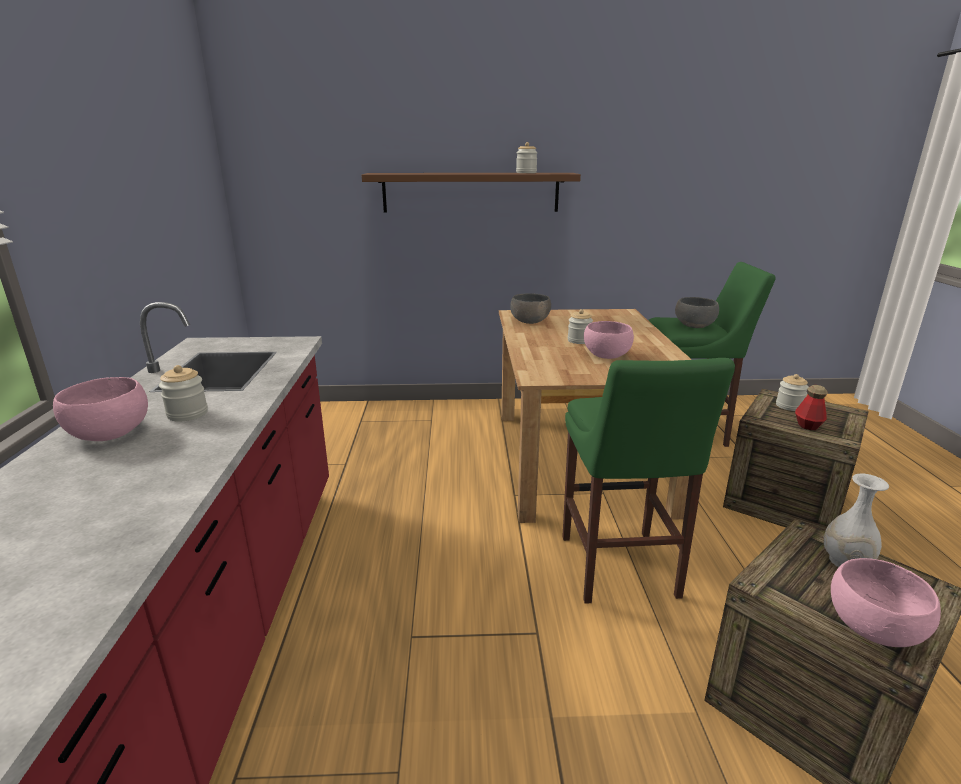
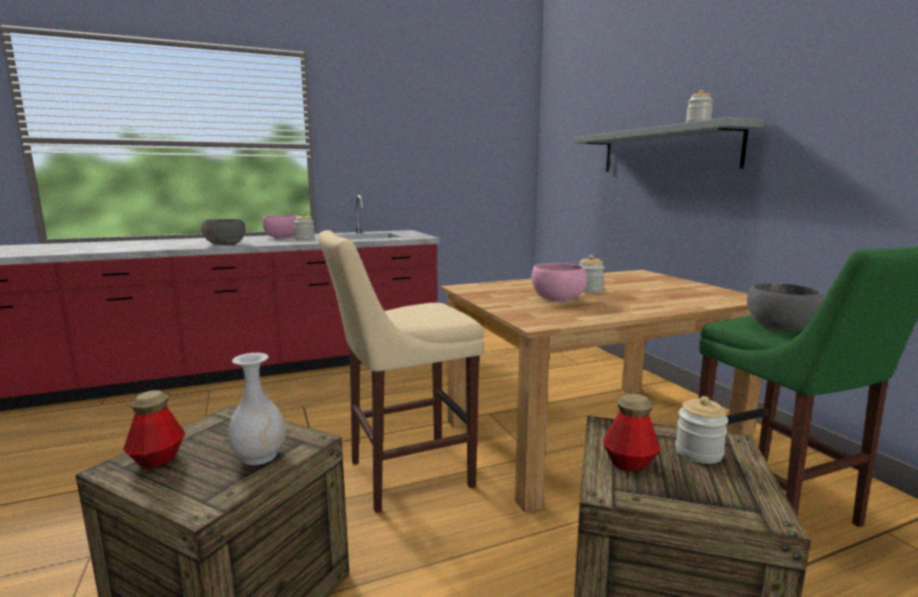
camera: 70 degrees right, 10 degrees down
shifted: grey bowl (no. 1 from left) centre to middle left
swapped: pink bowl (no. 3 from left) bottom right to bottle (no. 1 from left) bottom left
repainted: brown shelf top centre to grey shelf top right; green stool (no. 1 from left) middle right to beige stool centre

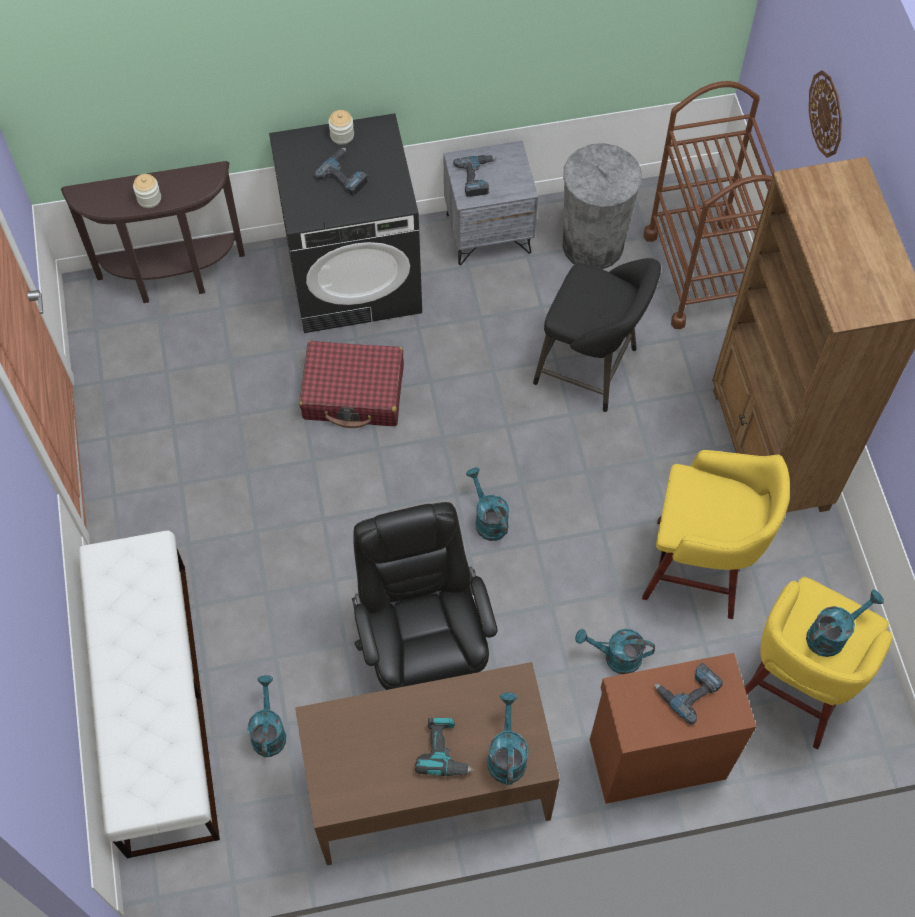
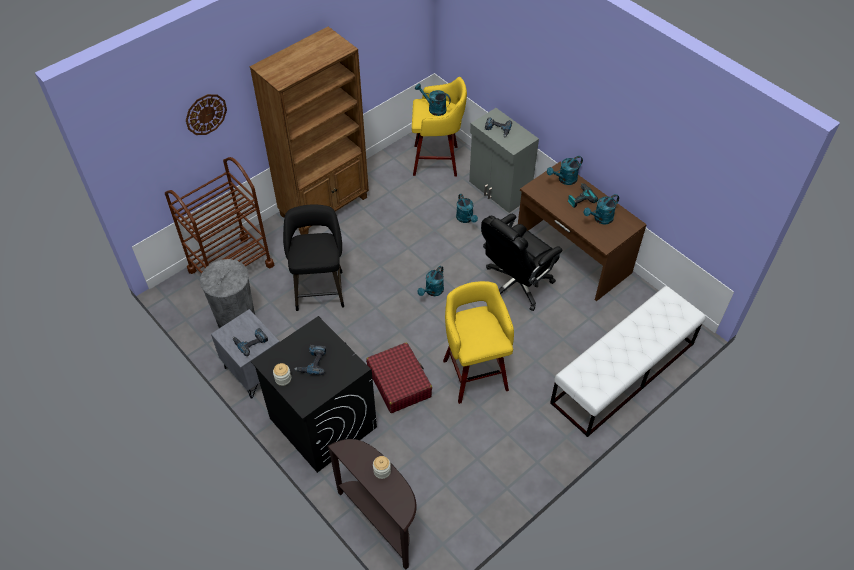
camera: 120 degrees left, 10 degrees down
shifted: turquoise watering can (no. 1 from left in the first image) bottom left to turquoise watering can (no. 5 from left) middle right; yellow stool (no. 1 from left in the first image) middle right to yellow stool (no. 2 from left) centre
repainted: brown cabinet bottom right to grey cabinet top centre

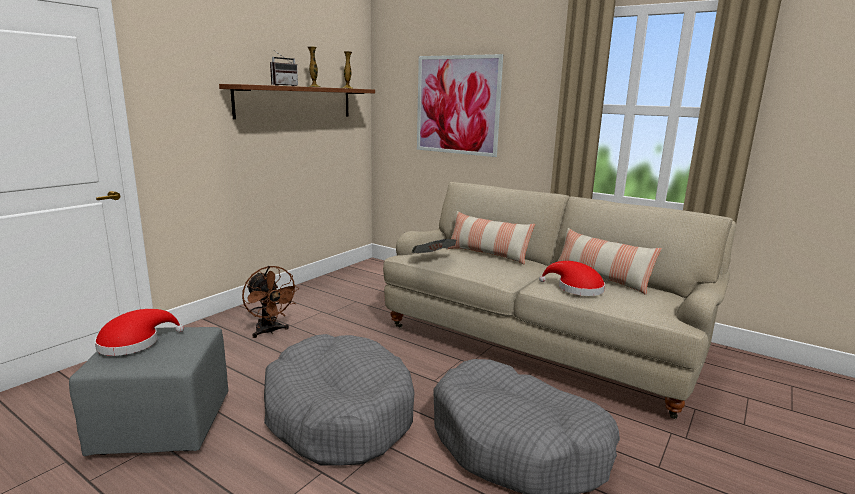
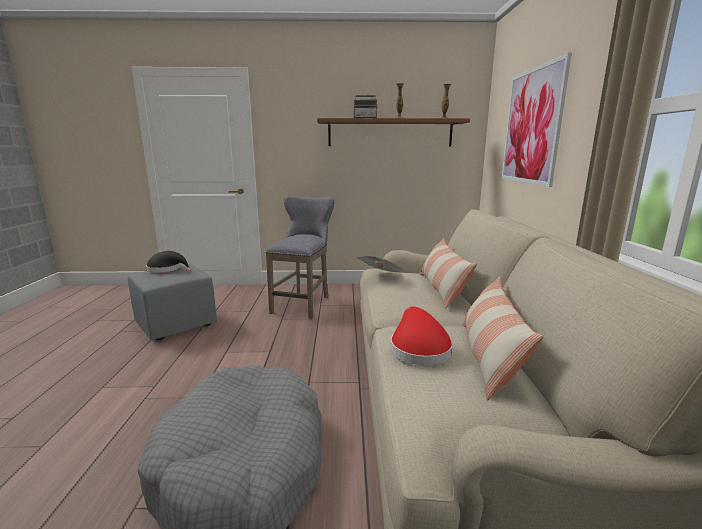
camera: 55 degrees right, 0 degrees up
gone: grey dog bed (no. 1 from left) bottom centre
swapped: brown fan middle left to grey stool centre
repainted: red hat (no. 1 from left) bottom left to black hat middle left

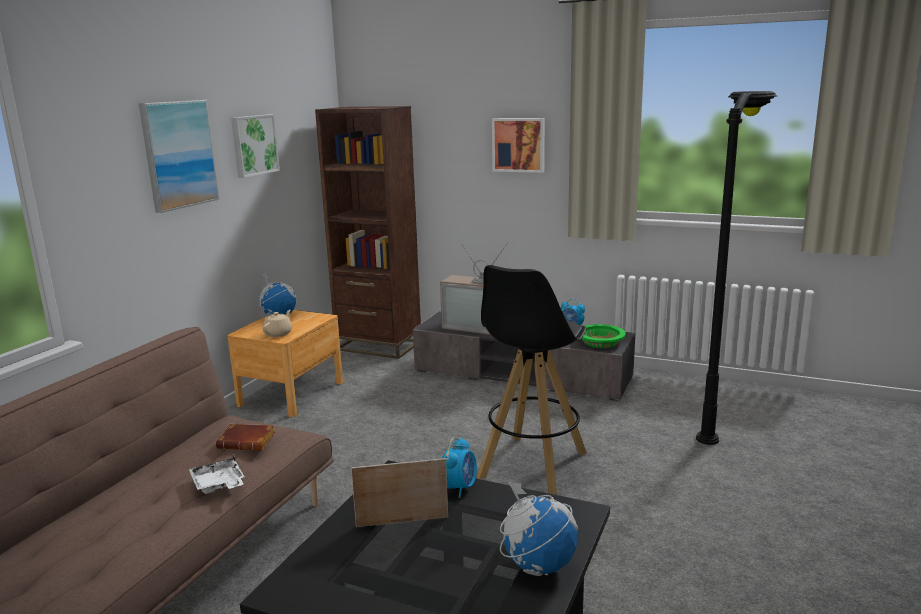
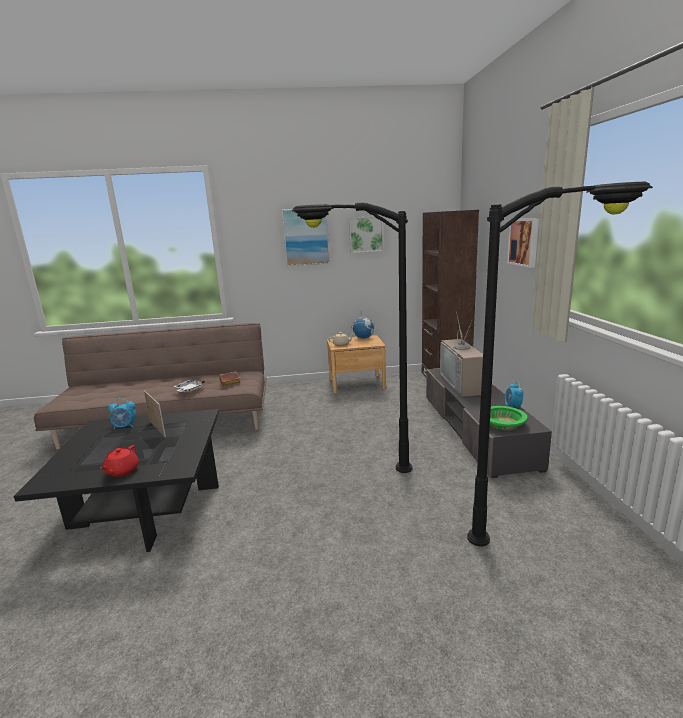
camera: 60 degrees right, 0 degrees up
shifted: alarm clock (no. 1 from left) bottom centre to middle left
swapped: black stool centre to black floor lamp (no. 1 from left) centre; globe (no. 2 from left) bottom centre to red teapot middle left

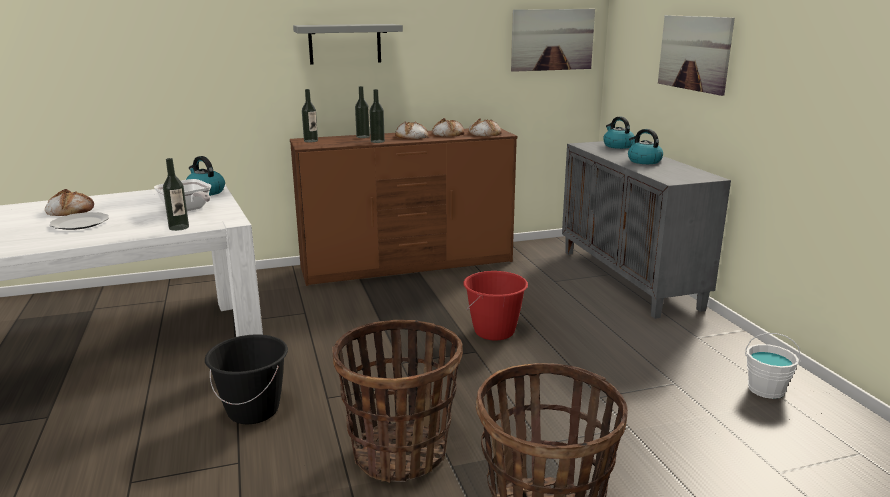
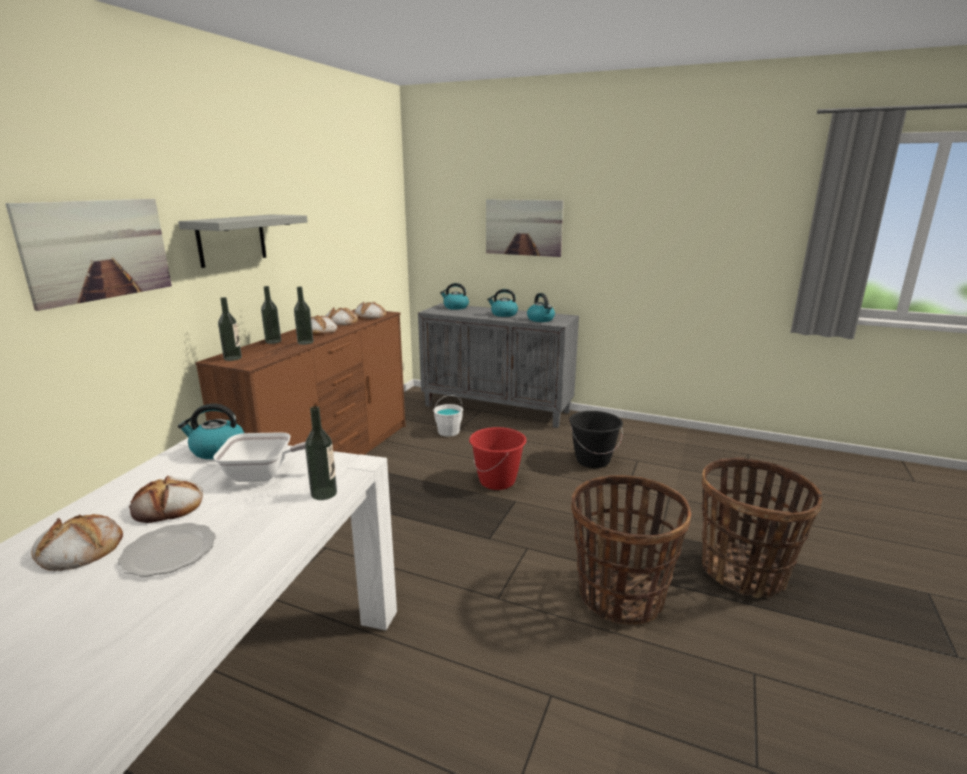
camera: 50 degrees left, 0 degrees up
new: bread (no. 2 from left) middle left; kettle (no. 4 from left) centre
shifted: black bucket bottom left to centre; picture (no. 1 from left) top centre to top left; white bucket bottom right to centre

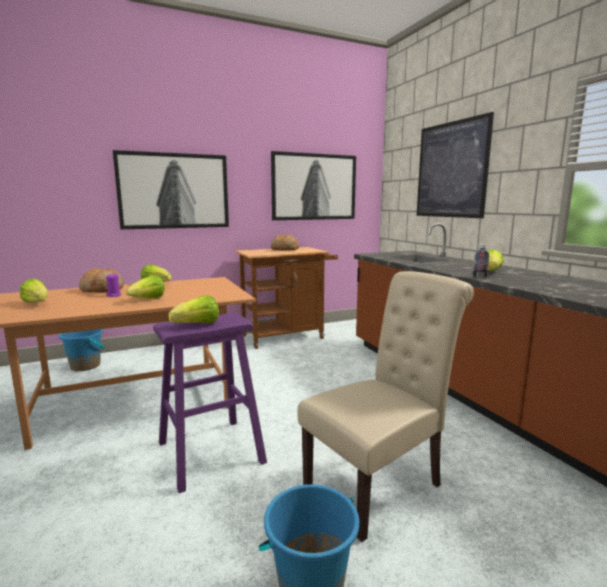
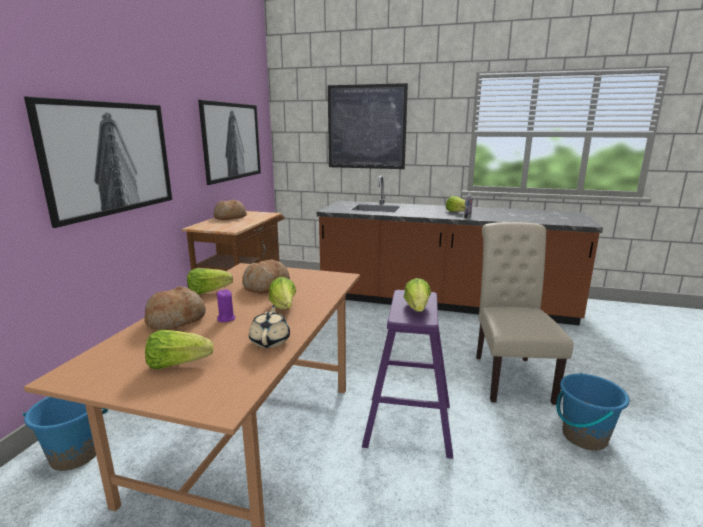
camera: 50 degrees left, 5 degrees up
new: bread (no. 3 from left) centre; beige teapot centre

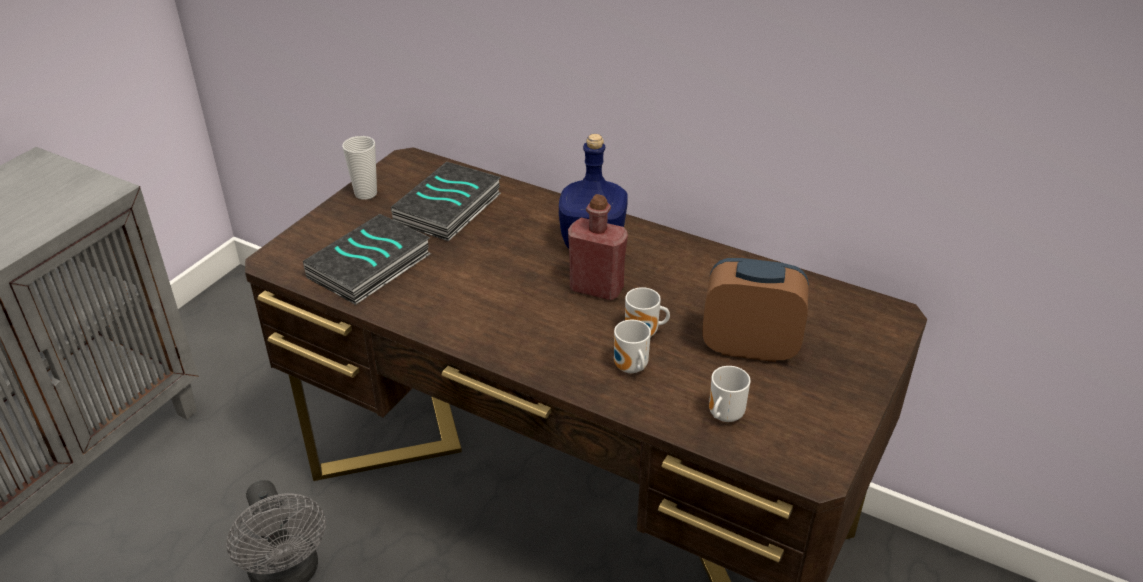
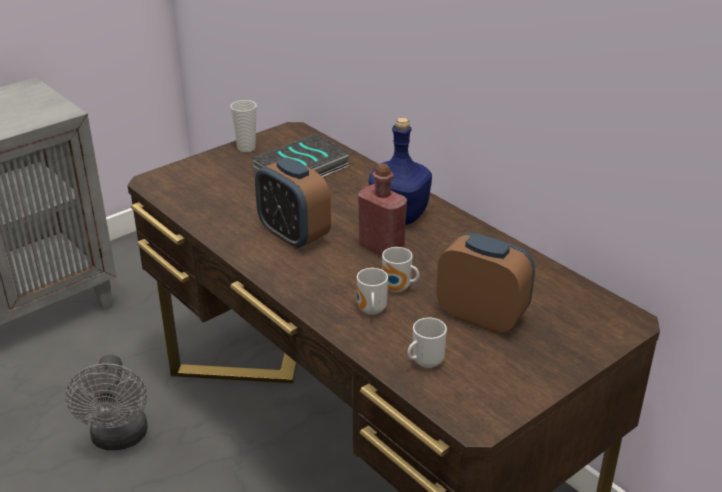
camera: 20 degrees right, 5 degrees down
gone: book (no. 1 from left) middle left
new: alarm clock (no. 1 from left) centre

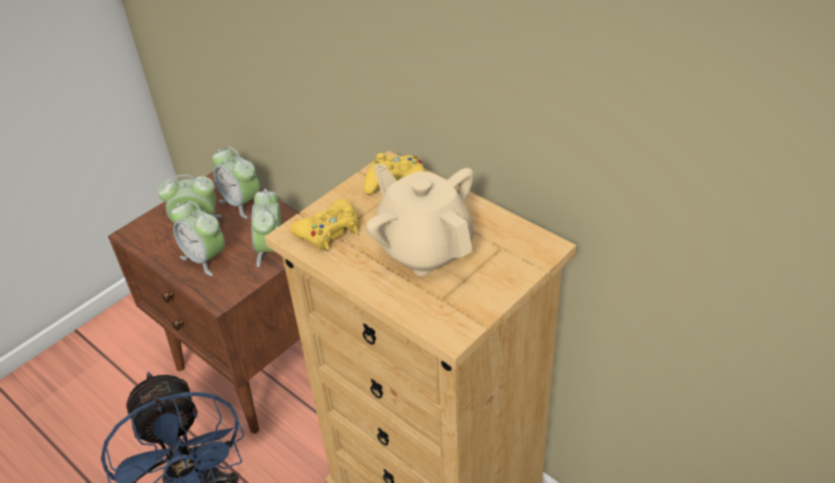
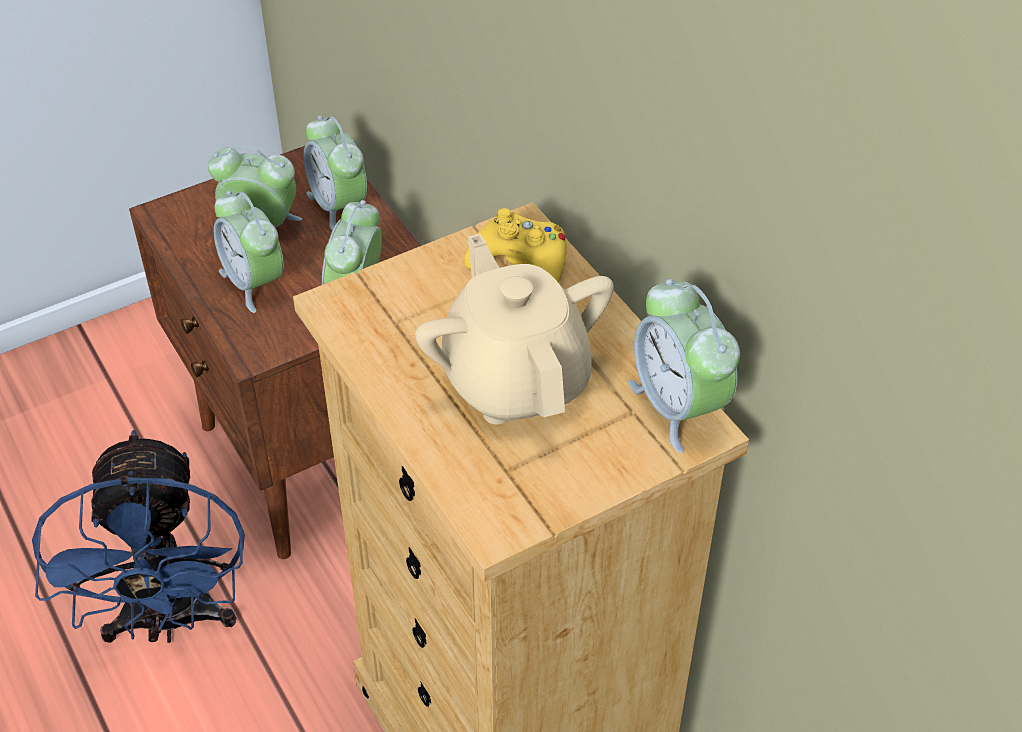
camera: 15 degrees right, 5 degrees up
gone: yellow game controller (no. 1 from left) centre
new: alarm clock (no. 5 from left) middle right

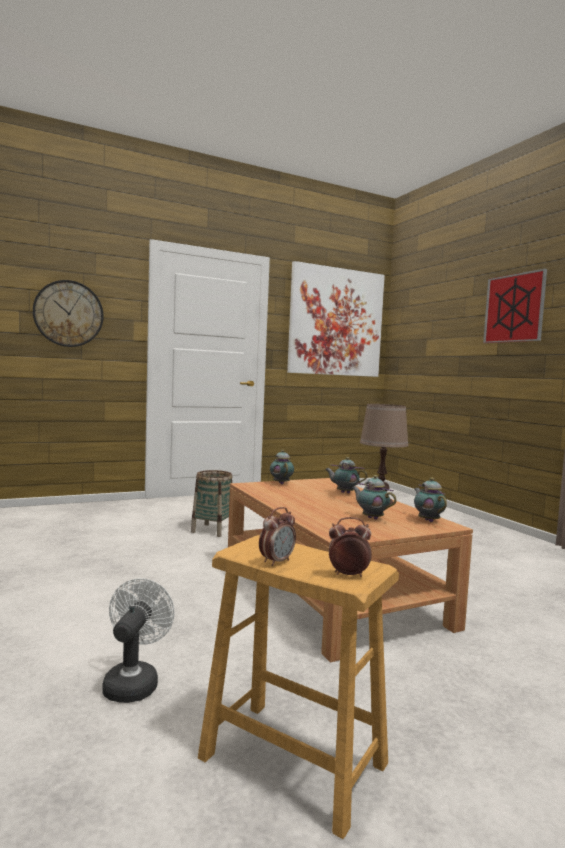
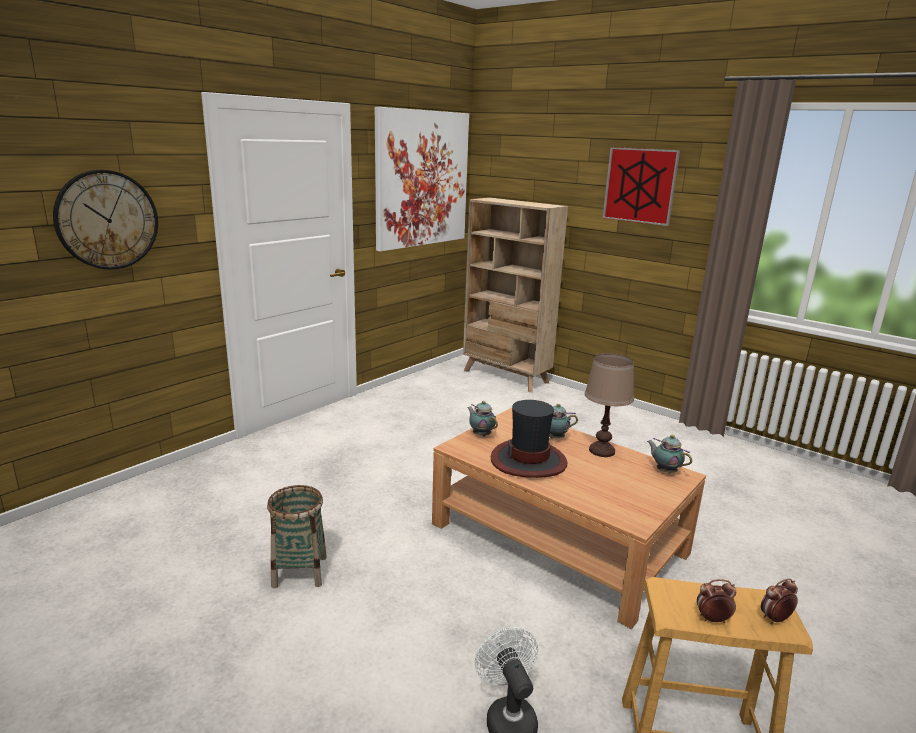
camera: 25 degrees left, 15 degrees up
gone: teapot (no. 3 from left) centre
new: beige bookcase centre; hat centre
shifted: basket centre to bottom left
rotated: alarm clock (no. 1 from left) centre = bottom right 105 degrees counterclockwise

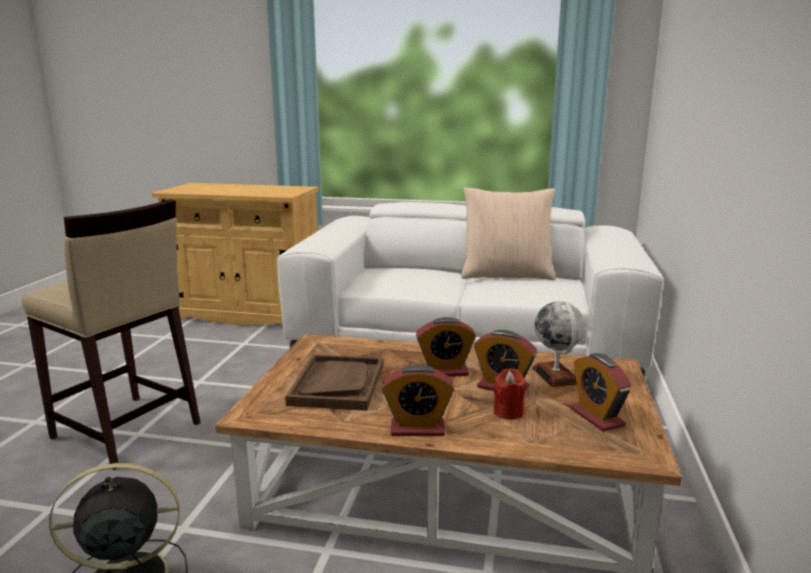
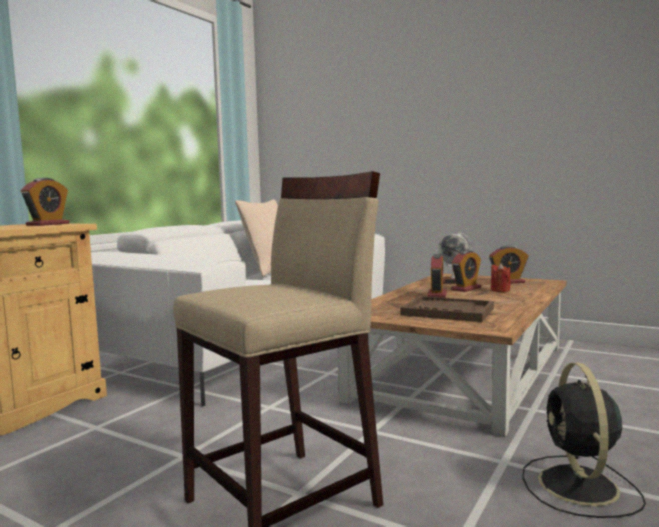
camera: 70 degrees left, 10 degrees down
shifted: alarm clock (no. 1 from left) bottom centre to middle left

